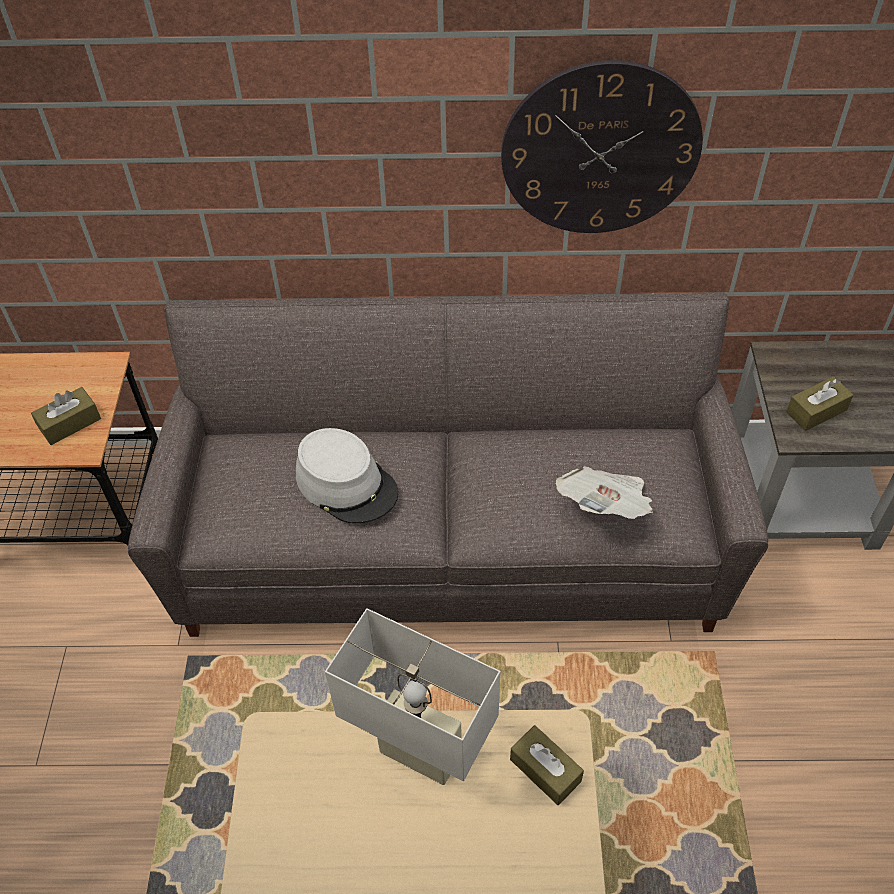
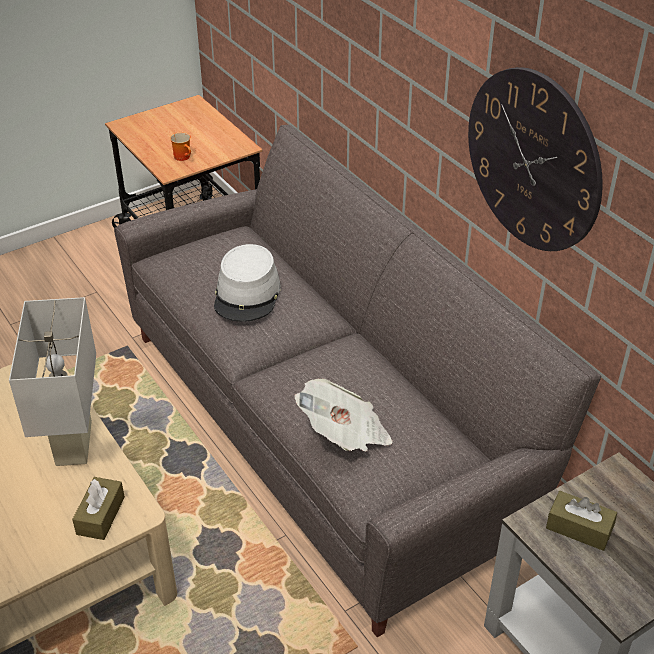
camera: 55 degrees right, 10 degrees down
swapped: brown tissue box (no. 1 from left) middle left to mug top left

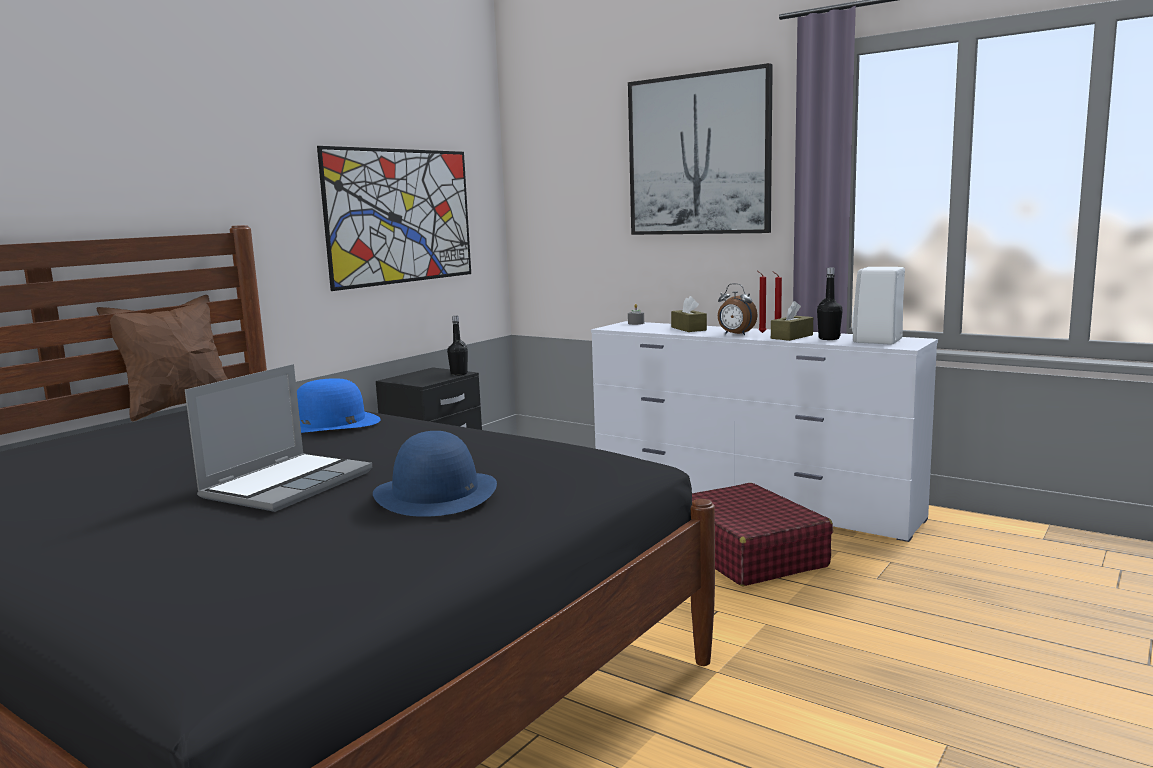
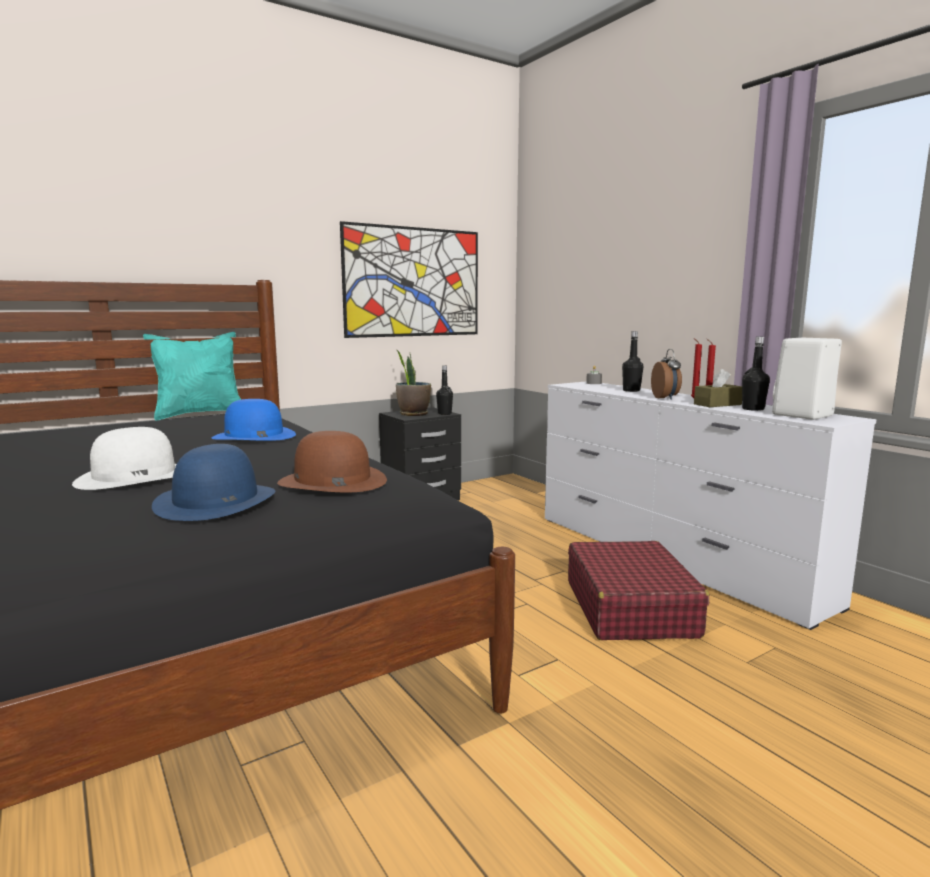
camera: 20 degrees right, 0 degrees up
gone: picture (no. 2 from left) top centre
new: brown hat centre; potted plant centre
swapped: laptop middle left to white hat middle left; brown tissue box (no. 1 from left) centre to black bottle (no. 2 from left) middle right
repainted: brown pillow middle left to turquoise pillow middle left
rotated: alarm clock centre = middle right 150 degrees counterclockwise

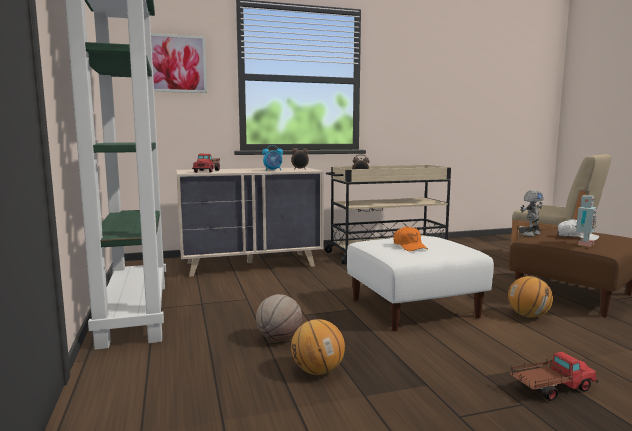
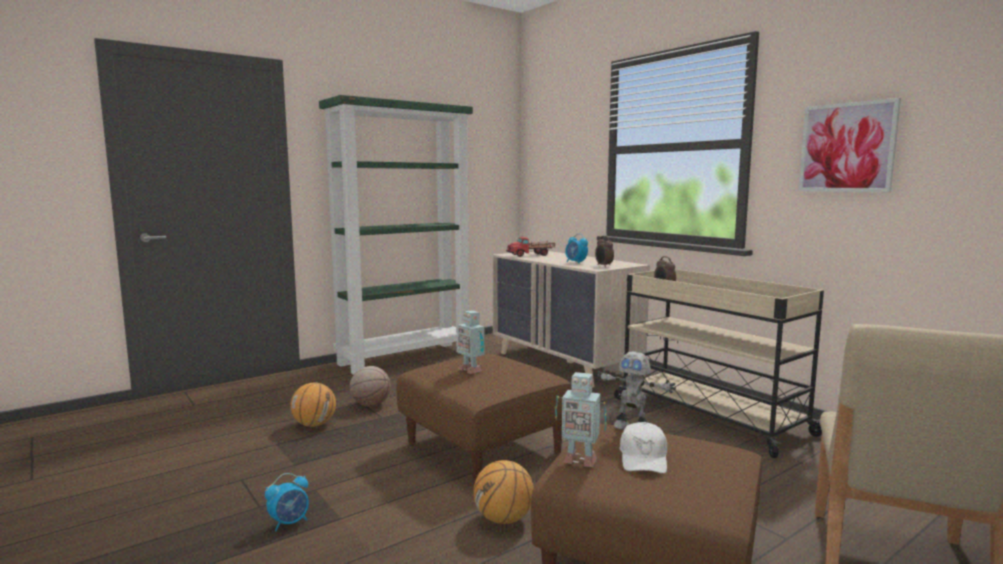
camera: 70 degrees right, 0 degrees up
shifted: picture top left to top right
swapped: orange cap centre to toy robot (no. 1 from left) centre; toy truck (no. 2 from left) bottom right to alarm clock (no. 1 from left) bottom left
repainted: white ottoman centre to brown ottoman (no. 1 from left) bottom centre

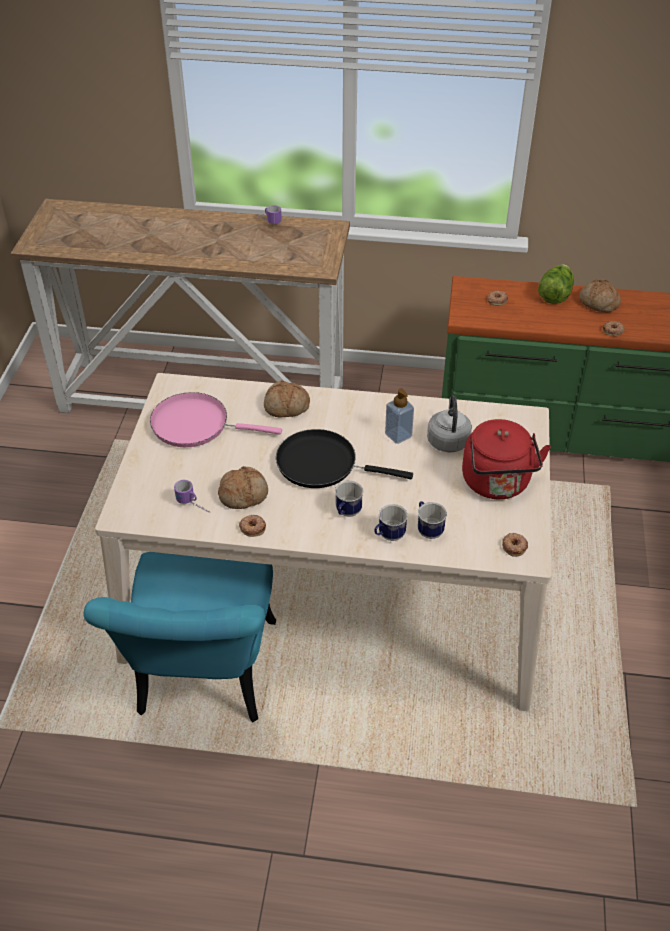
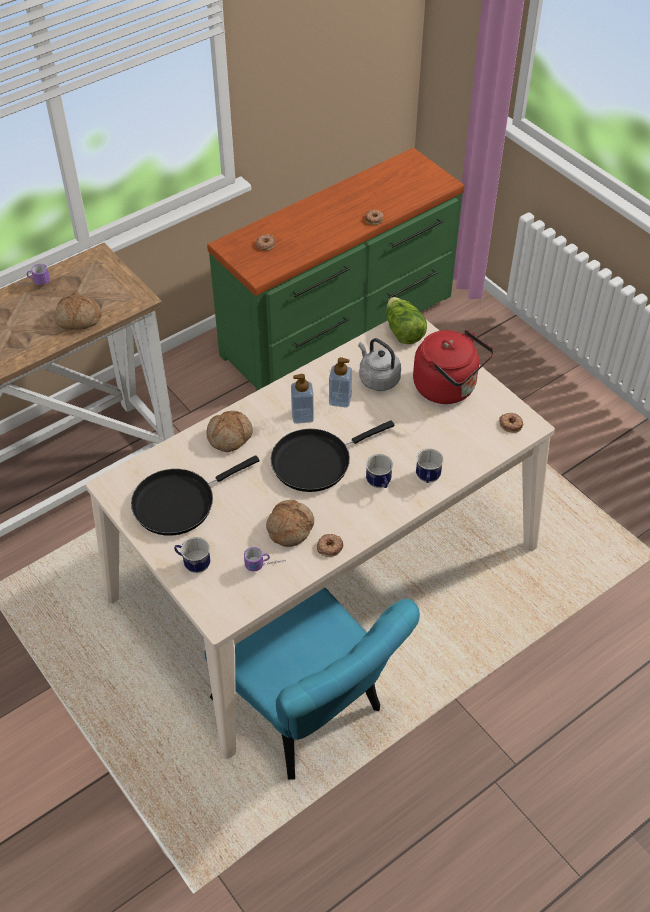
camera: 45 degrees left, 5 degrees up
new: soap dispenser (no. 1 from left) centre
shifted: mug (no. 5 from left in the first image) centre to mug (no. 2 from left) middle left; lettuce top right to centre; bread (no. 3 from left in the first image) top right to bread (no. 1 from left) middle left
repainted: pink frying pan middle left to black frying pan (no. 1 from left) middle left

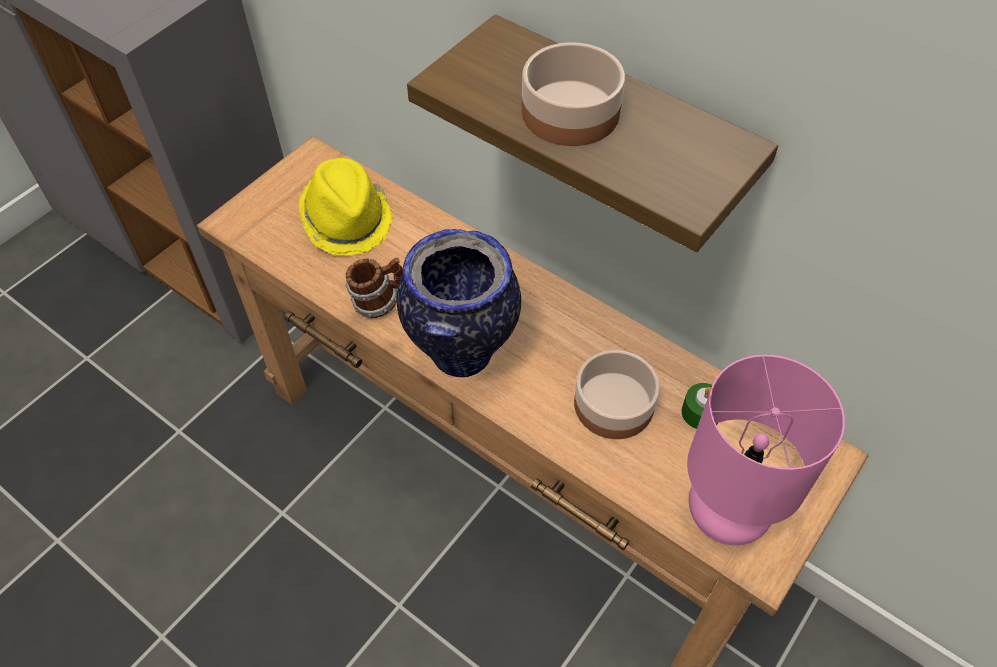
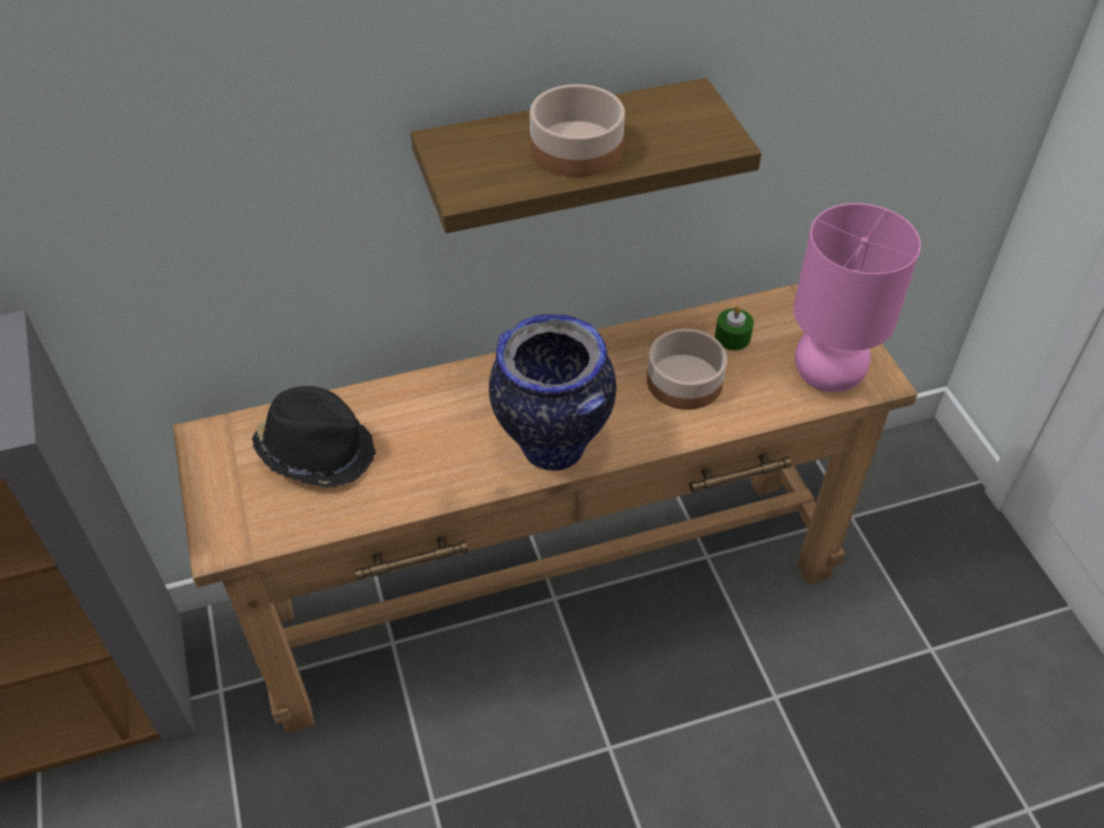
camera: 55 degrees left, 5 degrees down
gone: mug centre
repainted: yellow hat top centre to black hat middle left

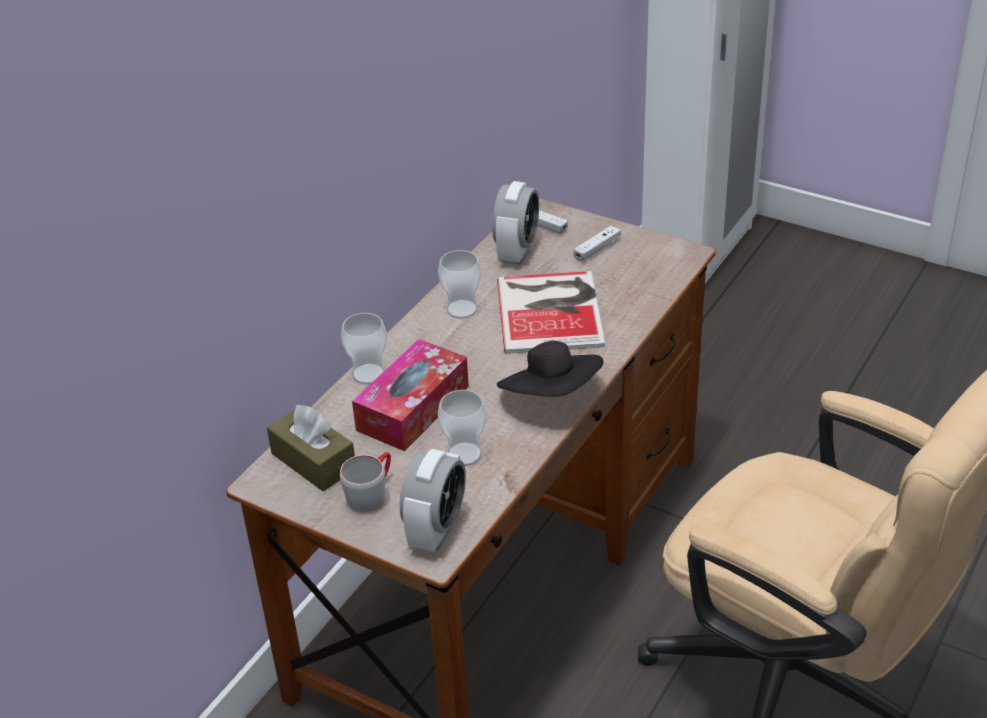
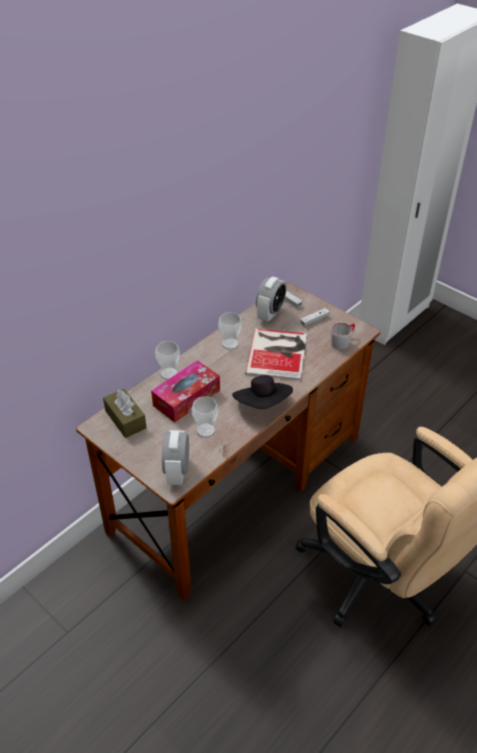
camera: 10 degrees right, 5 degrees up
shifted: grey mug bottom centre to middle right
rotated: alarm clock (no. 1 from left) bottom centre = centre 150 degrees clockwise

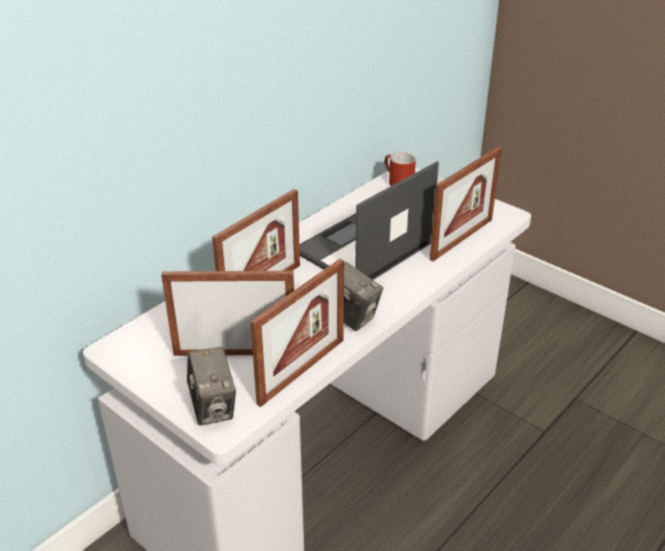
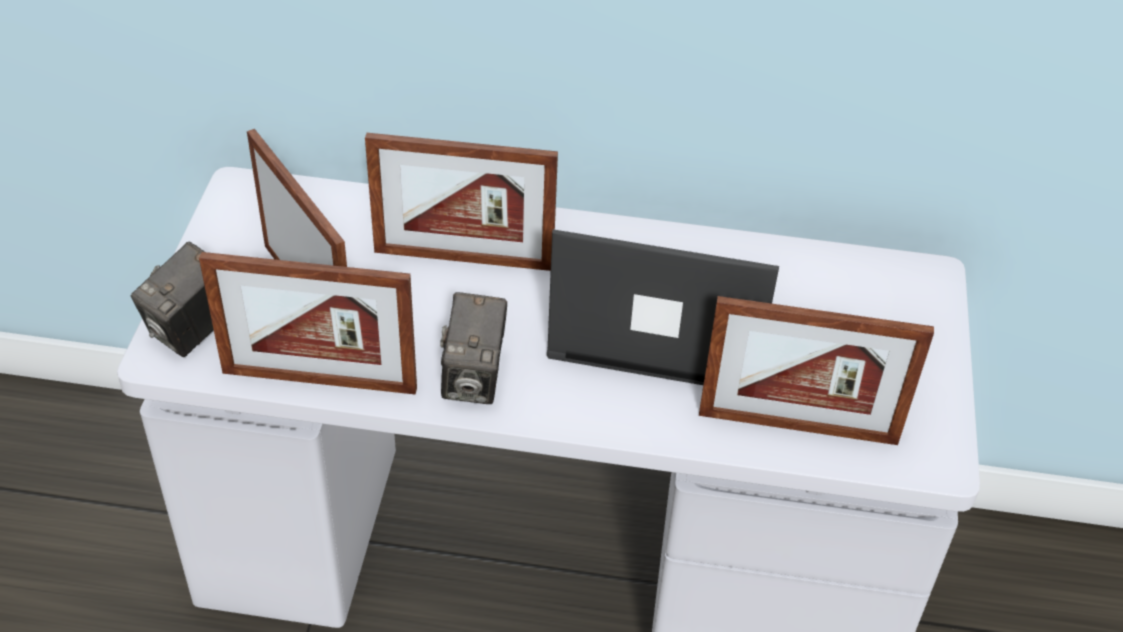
camera: 55 degrees right, 10 degrees up
gone: red mug top centre

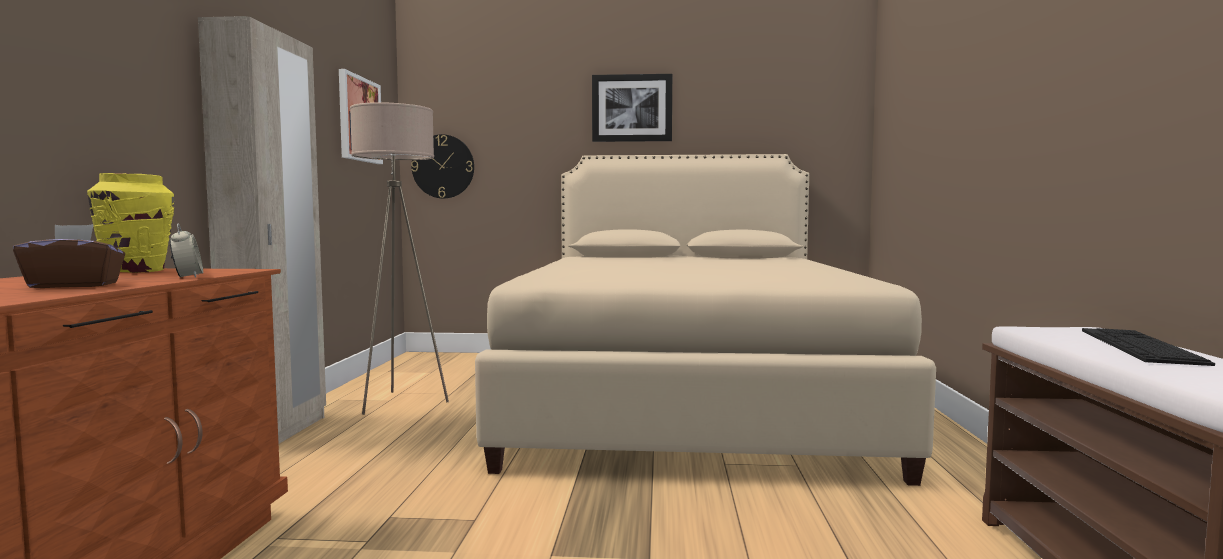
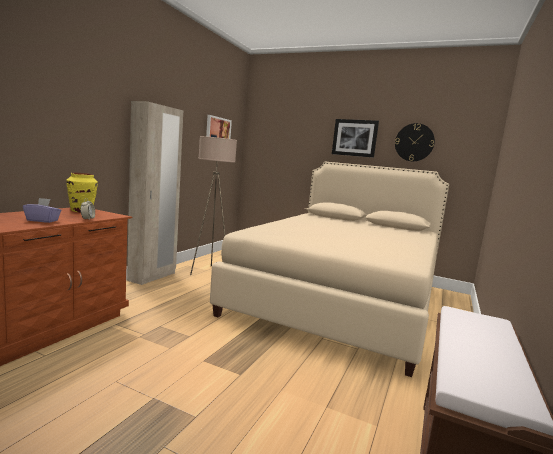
camera: 20 degrees right, 5 degrees up
gone: keyboard middle right
shifted: wall clock top centre to top right
repainted: brown tissue box middle left to purple tissue box middle left

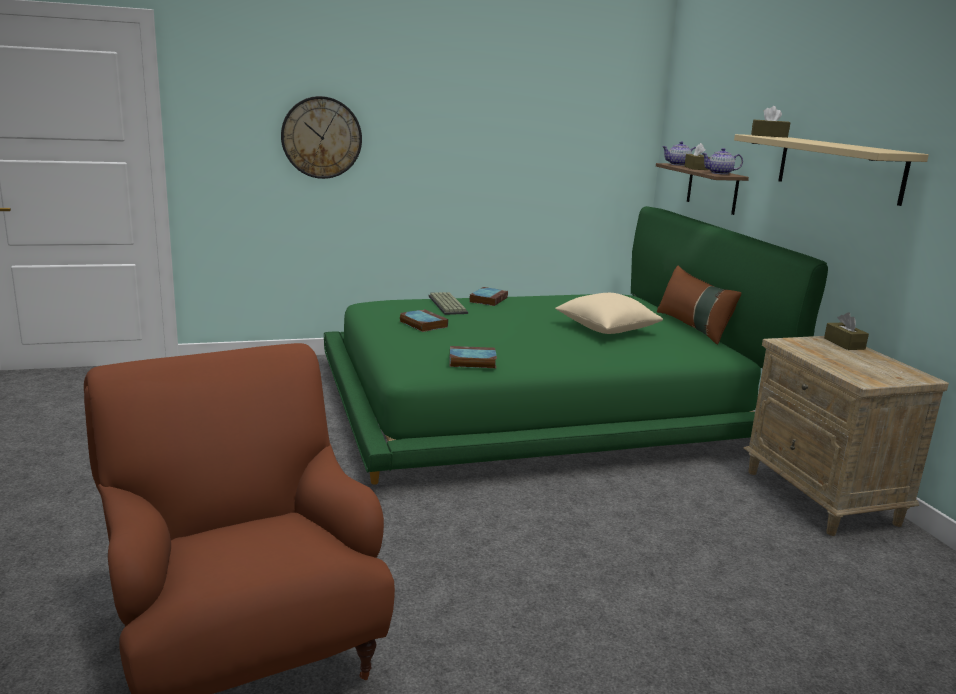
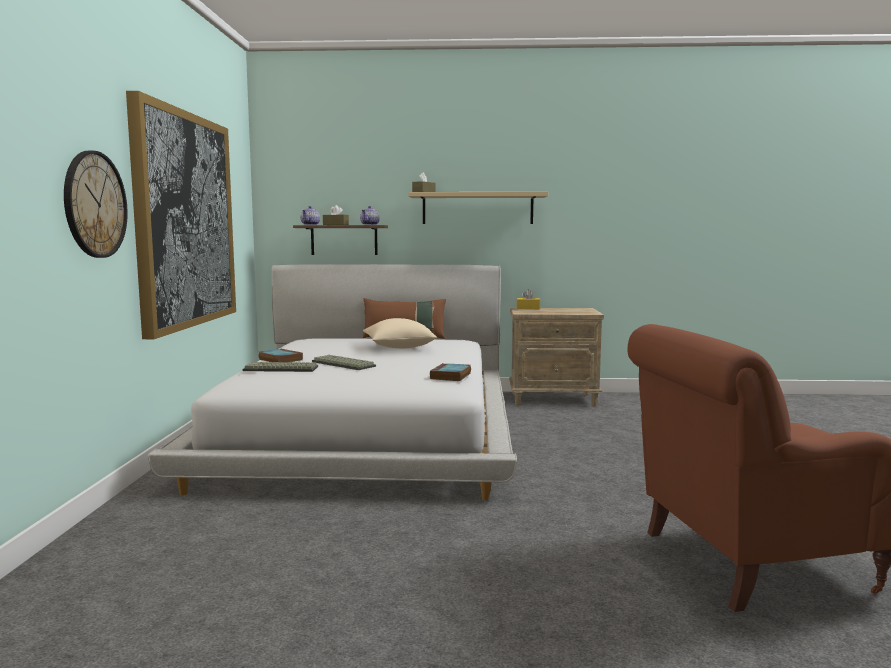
camera: 70 degrees left, 10 degrees down
gone: book (no. 1 from left) centre
new: picture top left; keyboard (no. 2 from left) centre
repainted: green bed centre to white bed centre; brown tissue box (no. 3 from left) middle right to yellow tissue box centre

